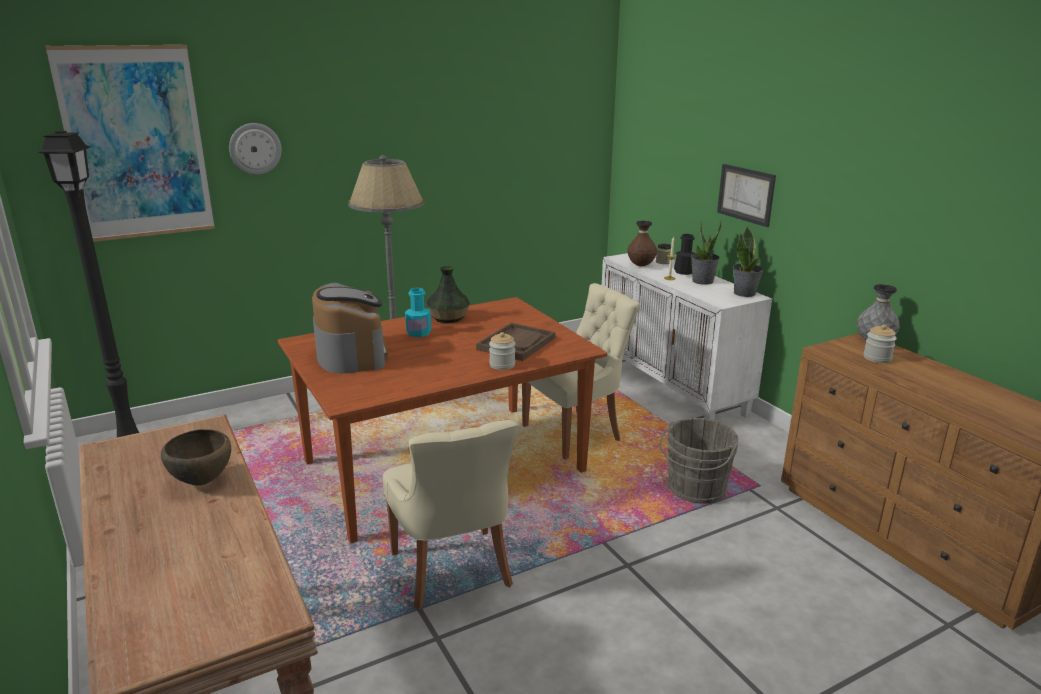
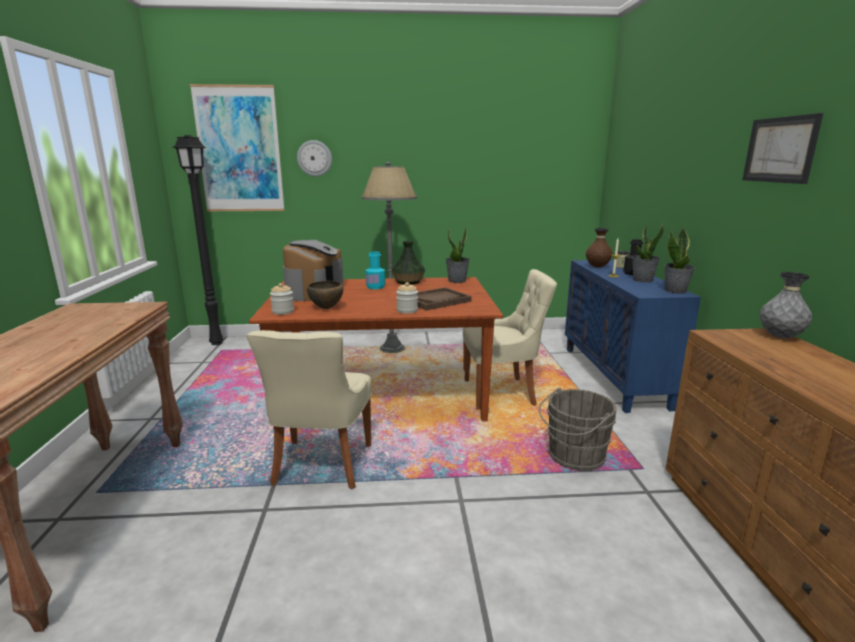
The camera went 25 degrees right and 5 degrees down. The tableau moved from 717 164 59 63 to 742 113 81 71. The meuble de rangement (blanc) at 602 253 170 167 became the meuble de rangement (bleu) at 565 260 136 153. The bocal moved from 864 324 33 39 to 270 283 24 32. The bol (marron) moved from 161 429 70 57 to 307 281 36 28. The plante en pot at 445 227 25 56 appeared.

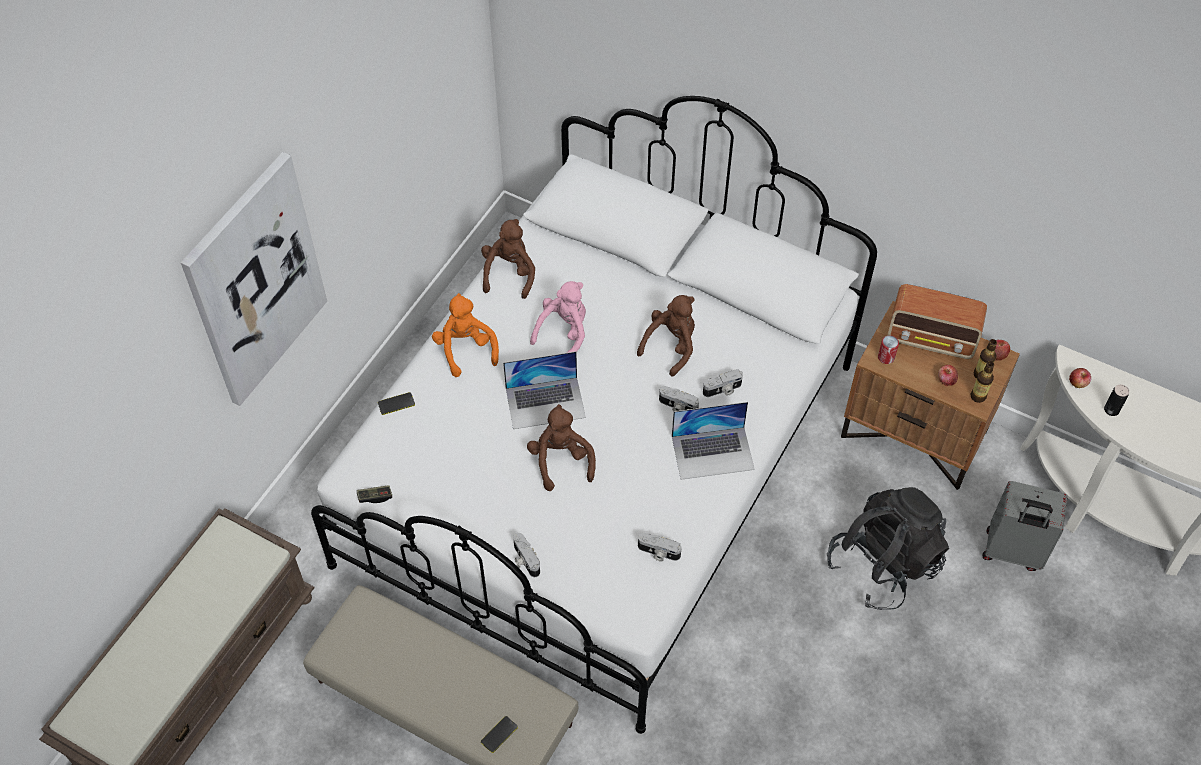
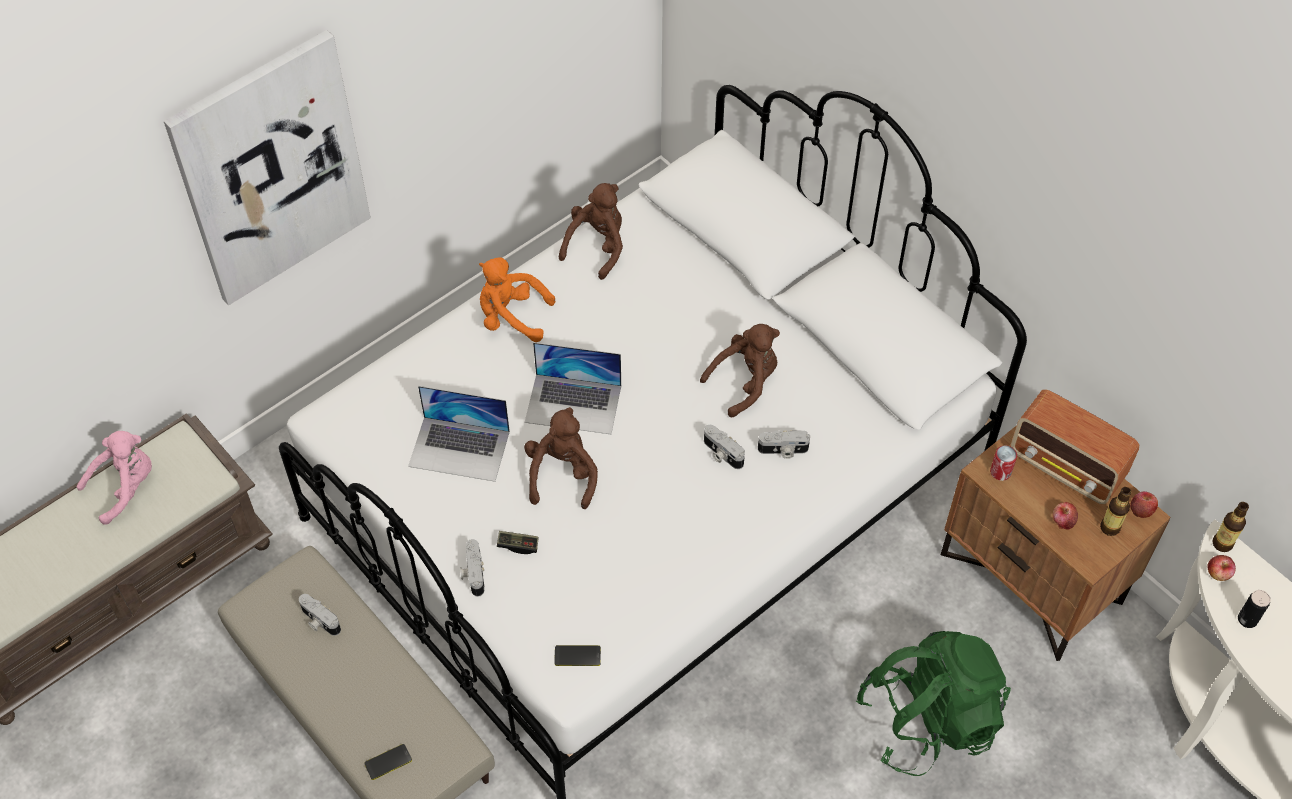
The camera went 20 degrees right and 0 degrees up. The peluche (rose) moved from 530 281 56 72 to 77 431 75 94. The peluche (orange) at 432 293 67 84 turned 75 degrees counterclockwise. The bouteille moved from 970 361 24 42 to 1212 502 37 50. The téléphone moved from 378 392 37 23 to 554 645 47 21. The ordinateur portable moved from 672 402 83 78 to 408 386 102 96. The valise (gris) at 982 481 86 90 disappeared. The manette moved from 357 485 35 18 to 497 531 42 23. The sac à dos (noir) at 827 487 122 123 became the sac à dos (vert) at 856 631 155 145. The appareil photo moved from 638 533 43 28 to 299 594 42 42.

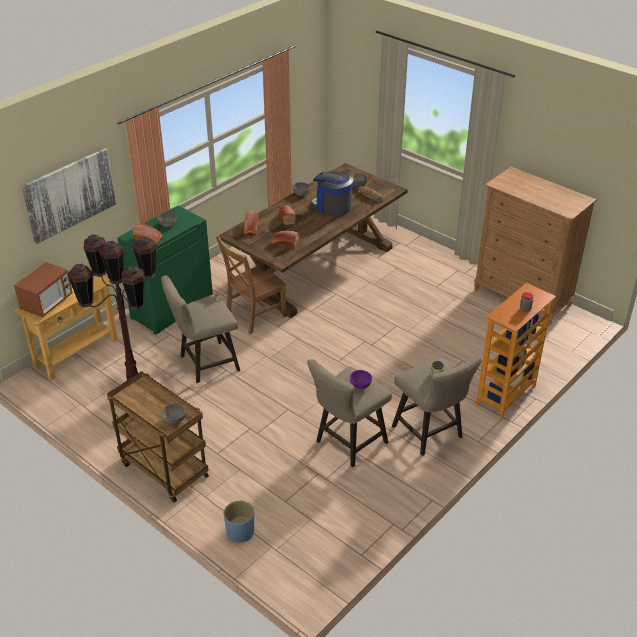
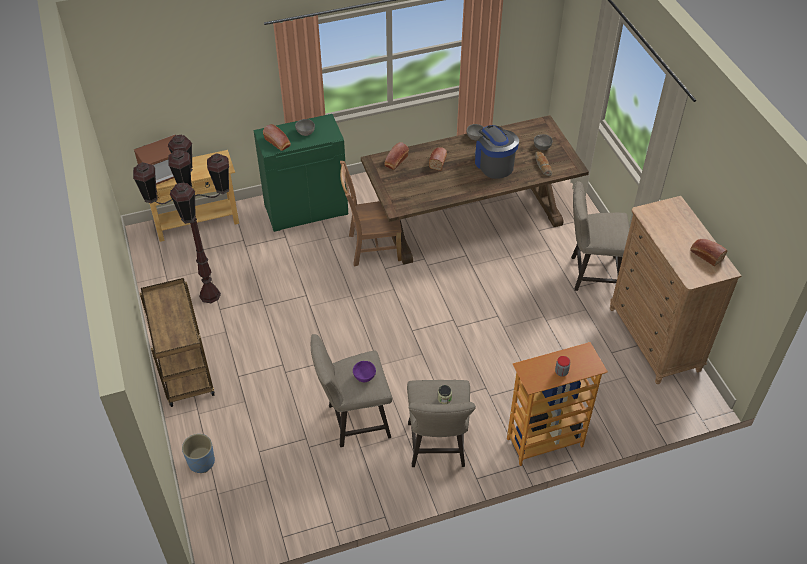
The camera went 30 degrees right and 10 degrees up. The tableau at 22 148 94 96 disappeared. The pain moved from 272 231 27 18 to 690 239 38 27. The tabouret (beige) moved from 161 276 79 107 to 571 181 58 110. The bol (gris) at 162 404 24 20 disappeared.

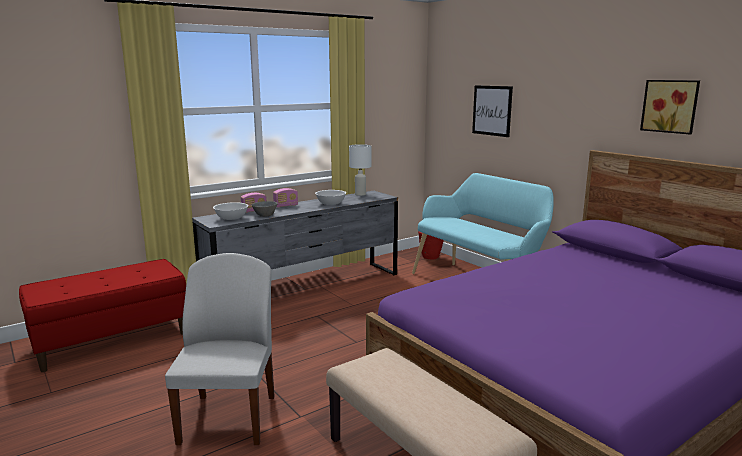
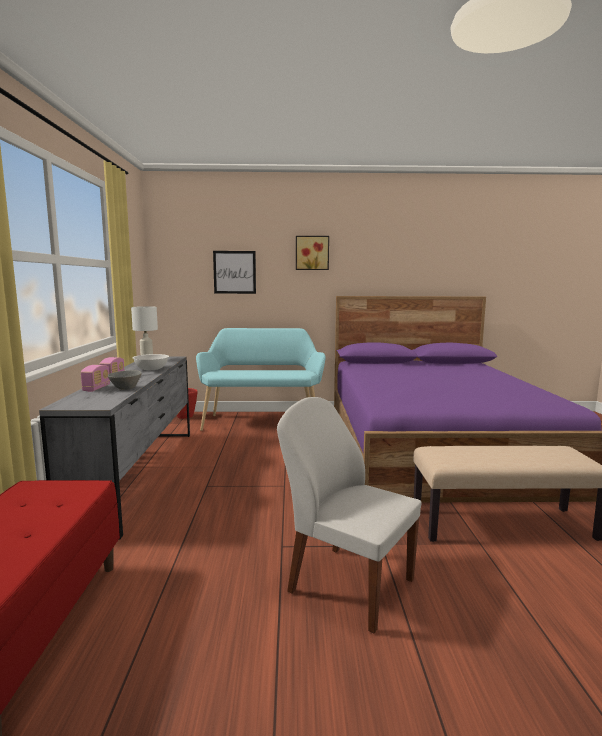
The camera went 55 degrees left and 5 degrees down. The tableau moved from 640 80 60 55 to 296 236 33 34. The bol (blanc) at 213 202 36 18 disappeared.

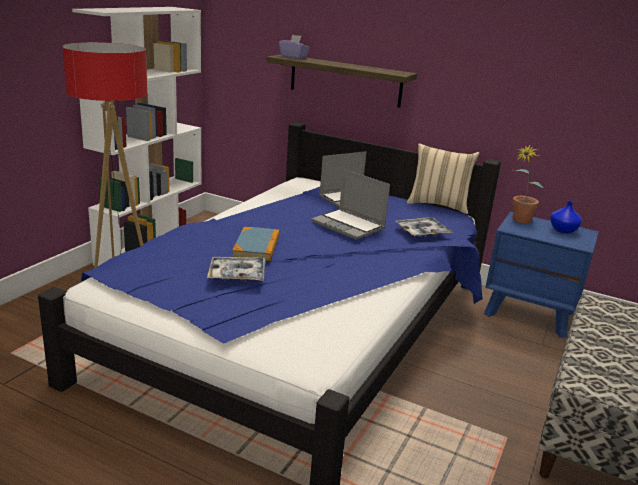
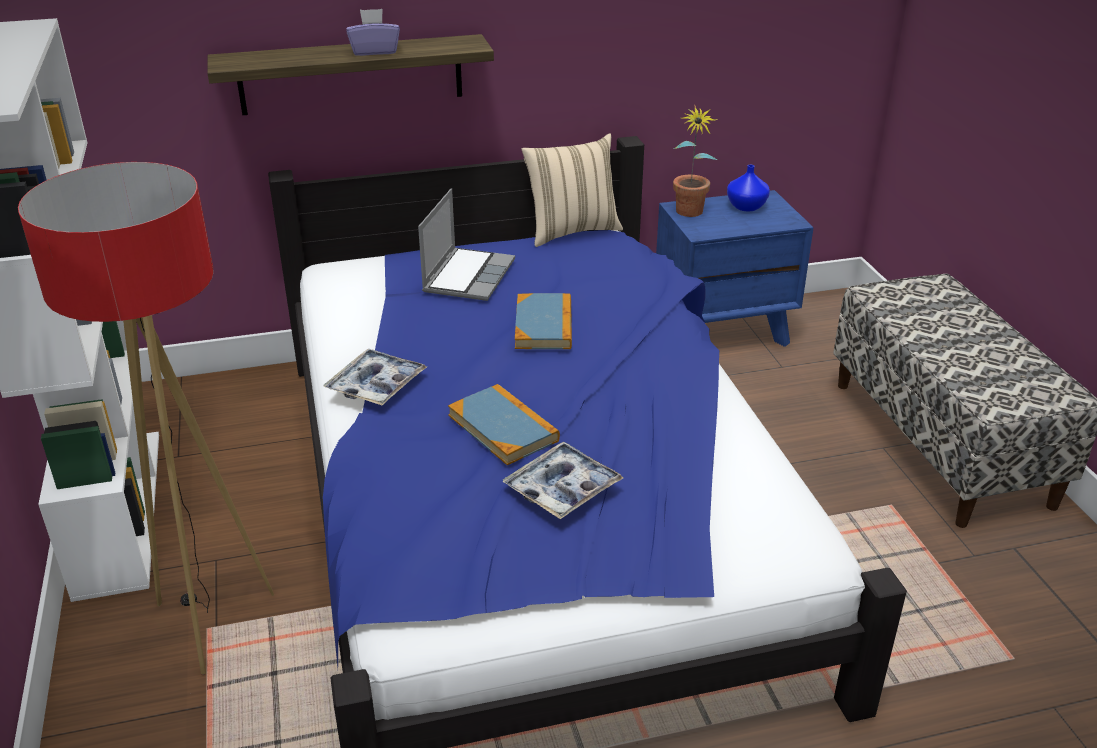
The camera went 40 degrees left and 10 degrees up. The boîte à mouchoirs (violet) moved from 279 35 31 24 to 347 9 53 47. The ordinateur portable at 311 169 79 71 was replaced by the livre at 515 293 57 56. The plateau moved from 396 217 57 20 to 323 349 104 56.

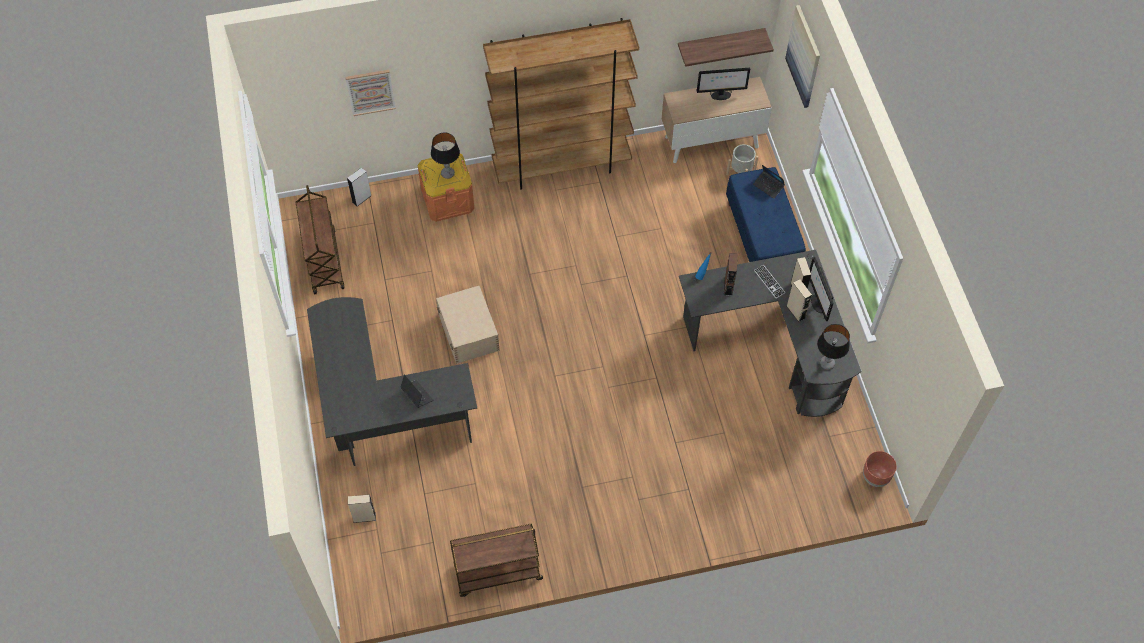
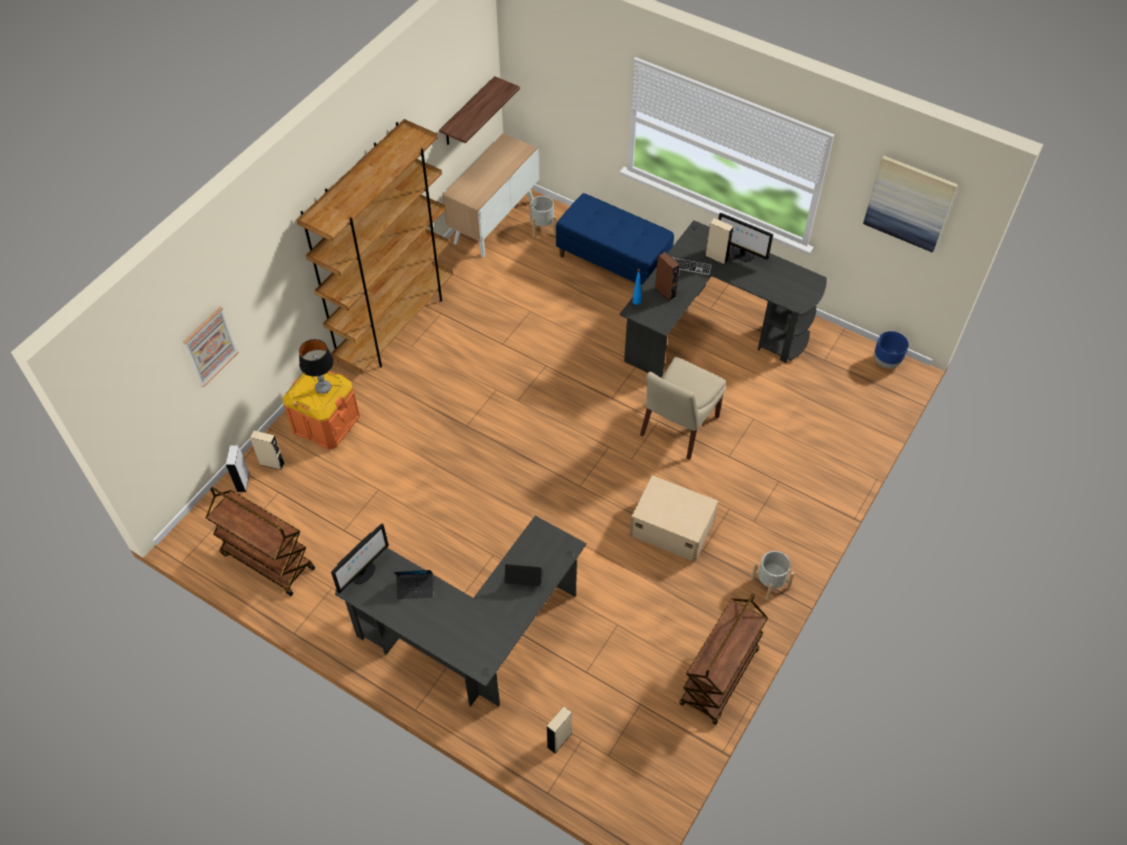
The camera went 45 degrees left and 5 degrees down. The tableau moved from 785 5 35 103 to 863 156 95 97. The écran d'ordinateur moved from 697 68 53 32 to 331 524 58 70. The ordinateur portable moved from 753 165 32 34 to 394 570 39 29. The enceinte (beige) moved from 787 279 25 43 to 250 431 35 39. The boîte de rangement (beige) moved from 436 286 64 78 to 630 475 88 87. The lampe de table at 817 324 33 46 disappeared. The cache-pot (marron) at 863 451 34 36 became the cache-pot (bleu) at 874 331 35 38. The chaise (beige) at 640 357 86 103 appeared. The cache-pot (gris) at 751 551 43 49 appeared.

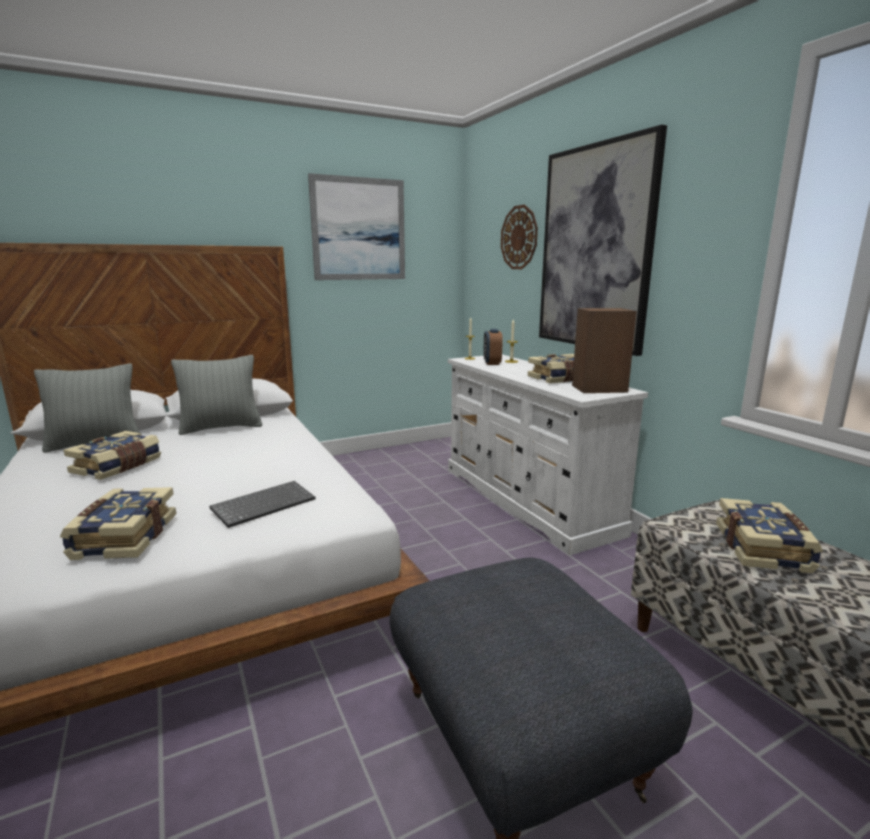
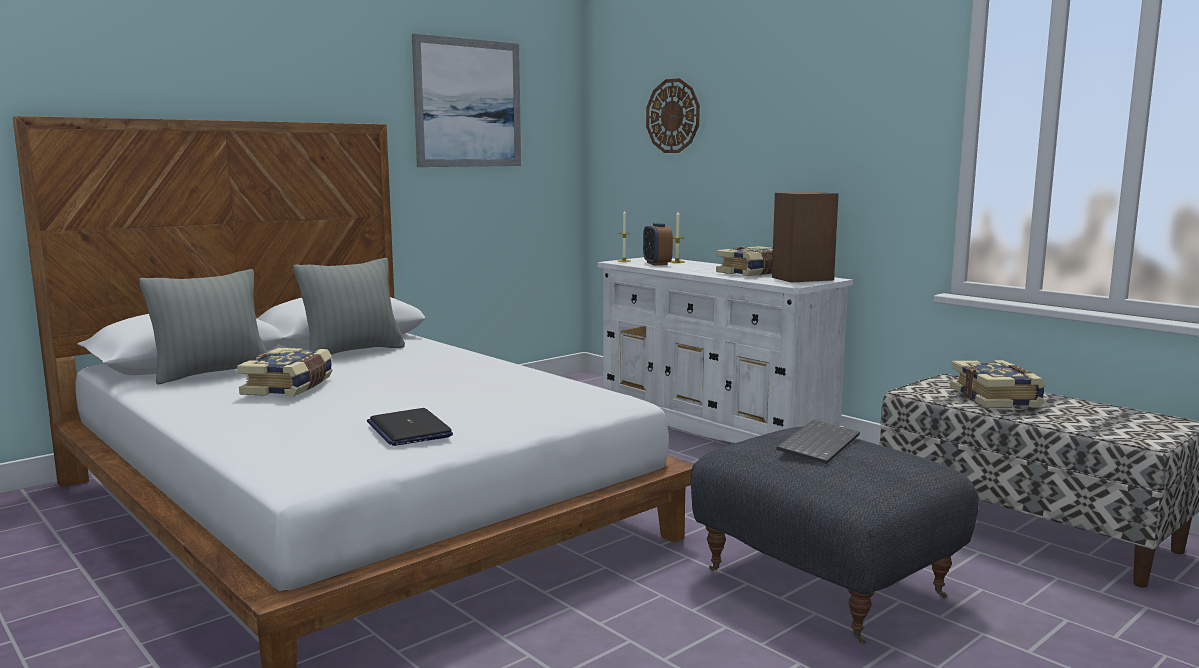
The camera went 15 degrees left and 5 degrees down. The tableau at 539 124 128 232 disappeared. The clavier moved from 209 481 106 47 to 776 420 84 44. The livre at 60 487 116 73 was replaced by the ordinateur portable at 367 408 86 38.

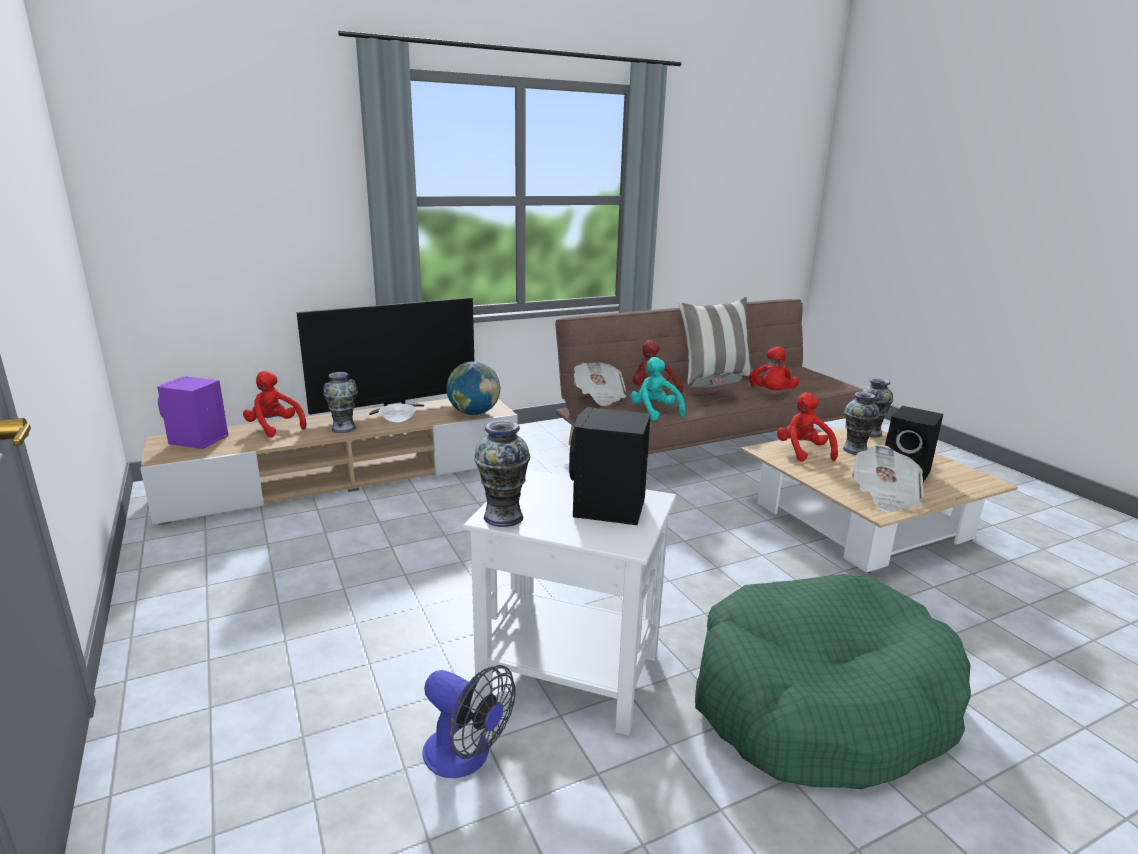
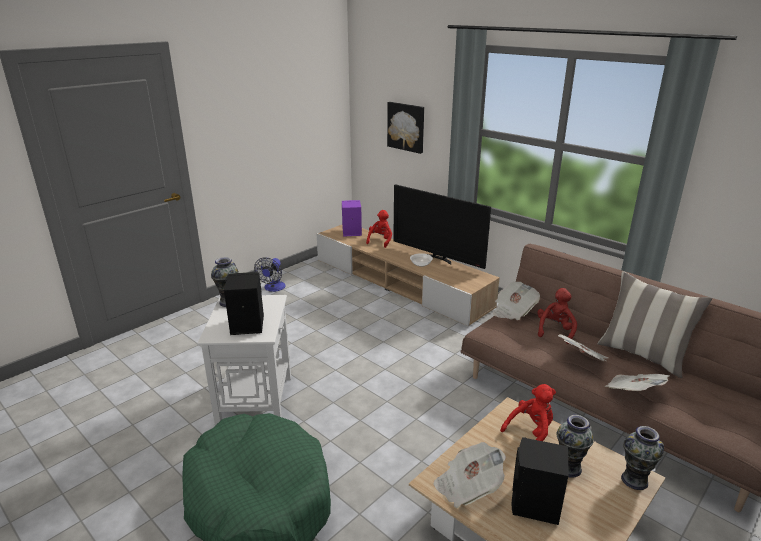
The camera went 70 degrees right and 5 degrees up. The peluche (rouge) at 749 347 50 43 was replaced by the journal at 604 374 66 17. The peluche (turquoise) at 630 357 56 64 disappeared. The globe at 446 362 54 53 disappeared. The vase at 323 372 35 61 disappeared. The ventilateur moved from 422 665 94 113 to 254 257 32 35. The tableau at 387 102 37 52 appeared.

